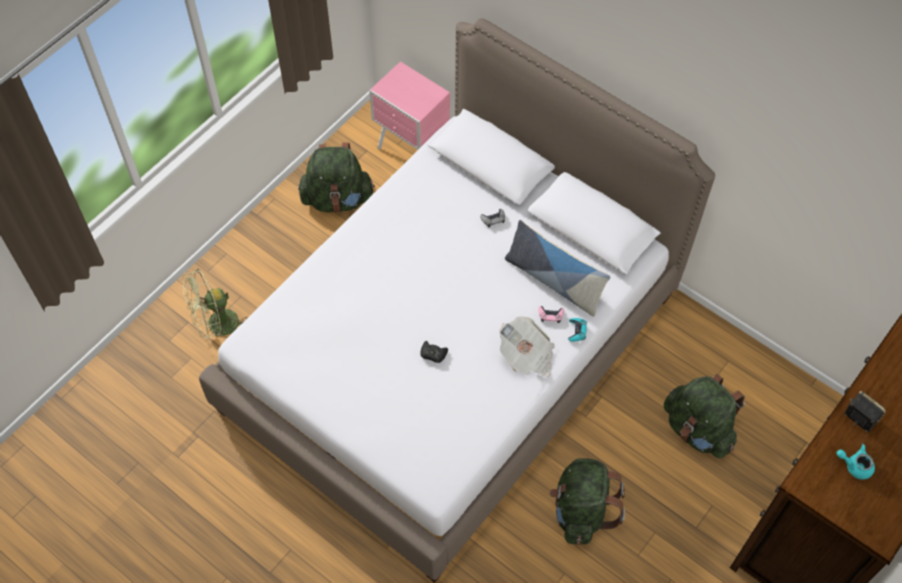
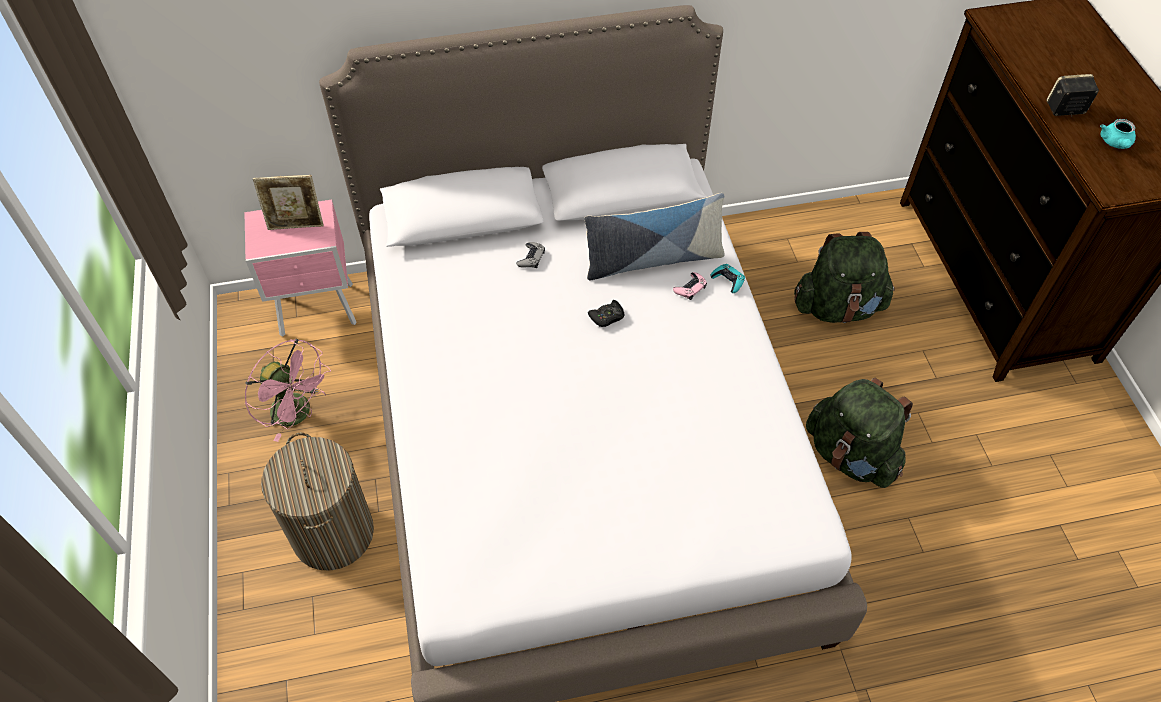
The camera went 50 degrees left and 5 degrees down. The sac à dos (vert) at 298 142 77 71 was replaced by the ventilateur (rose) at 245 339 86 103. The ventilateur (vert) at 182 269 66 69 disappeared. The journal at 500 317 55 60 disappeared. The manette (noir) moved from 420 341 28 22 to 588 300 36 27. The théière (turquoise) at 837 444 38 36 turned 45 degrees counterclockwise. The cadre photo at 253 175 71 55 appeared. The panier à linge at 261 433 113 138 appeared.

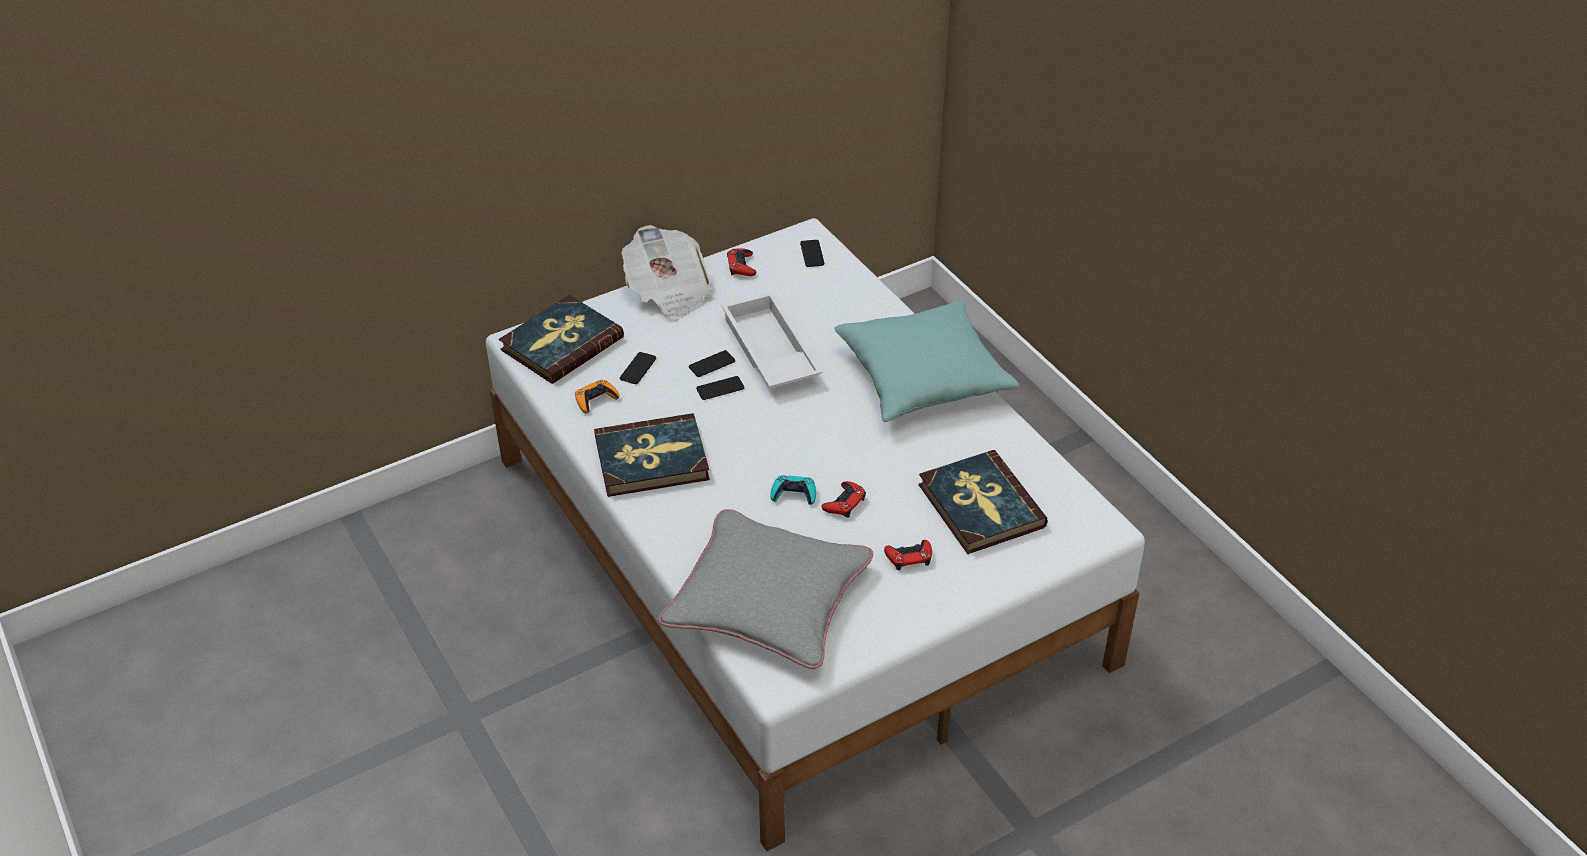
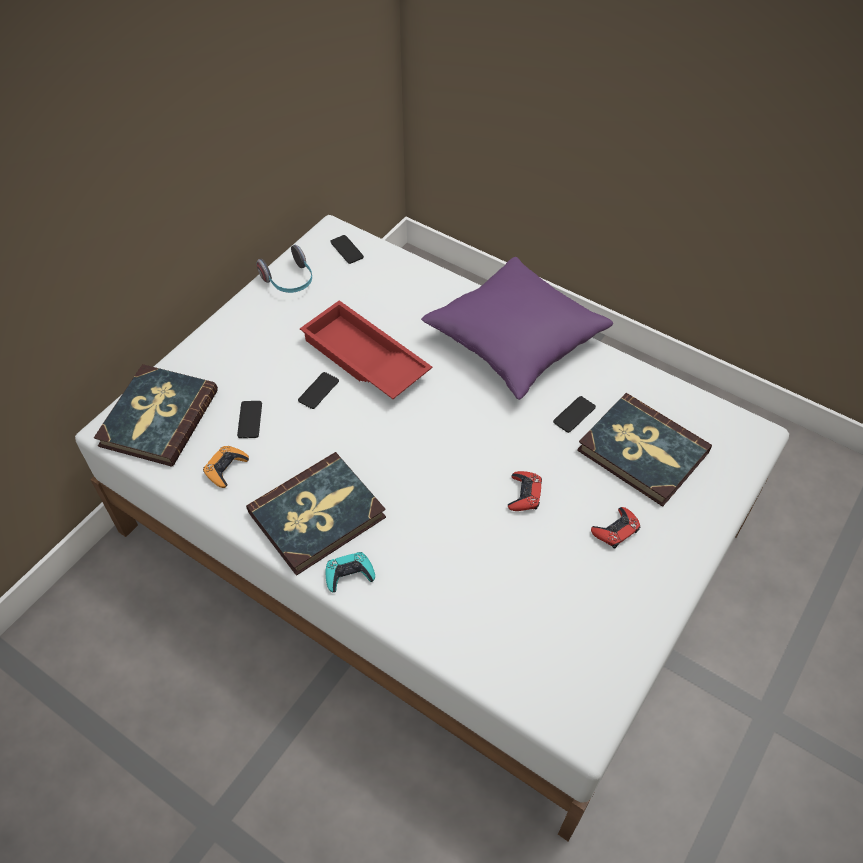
The camera went 25 degrees left and 10 degrees up. The journal at 621 225 91 96 disappeared. The manette (rouge) at 727 248 29 28 was replaced by the casque audio at 257 245 55 48. The plateau (blanc) at 721 292 101 96 became the plateau (rouge) at 300 300 132 99. The coussin (turquoise) at 834 301 185 121 became the coussin (violet) at 421 257 192 143. The téléphone moved from 696 376 48 24 to 553 396 43 37. The manette (turquoise) moved from 770 475 46 30 to 326 552 49 41. The coussin (gris) at 658 509 215 160 disappeared.

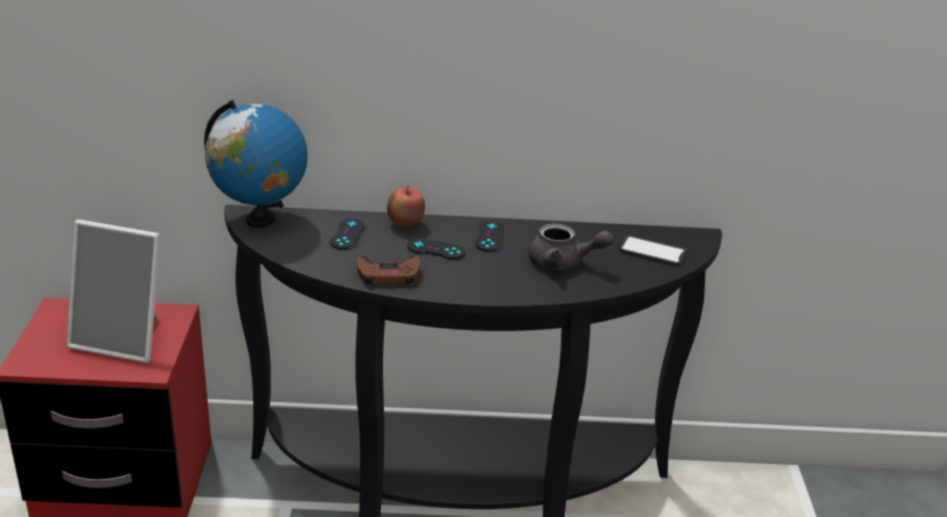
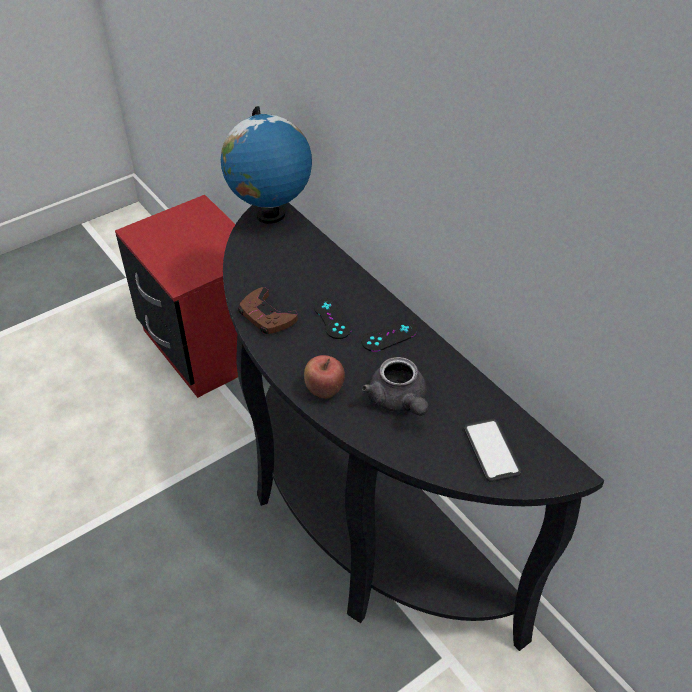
The camera went 55 degrees right and 15 degrees up. The pomme moved from 387 186 38 41 to 304 355 41 43. The cadre photo at 67 219 93 144 disappeared. The manette (noir) at 330 219 35 30 disappeared.

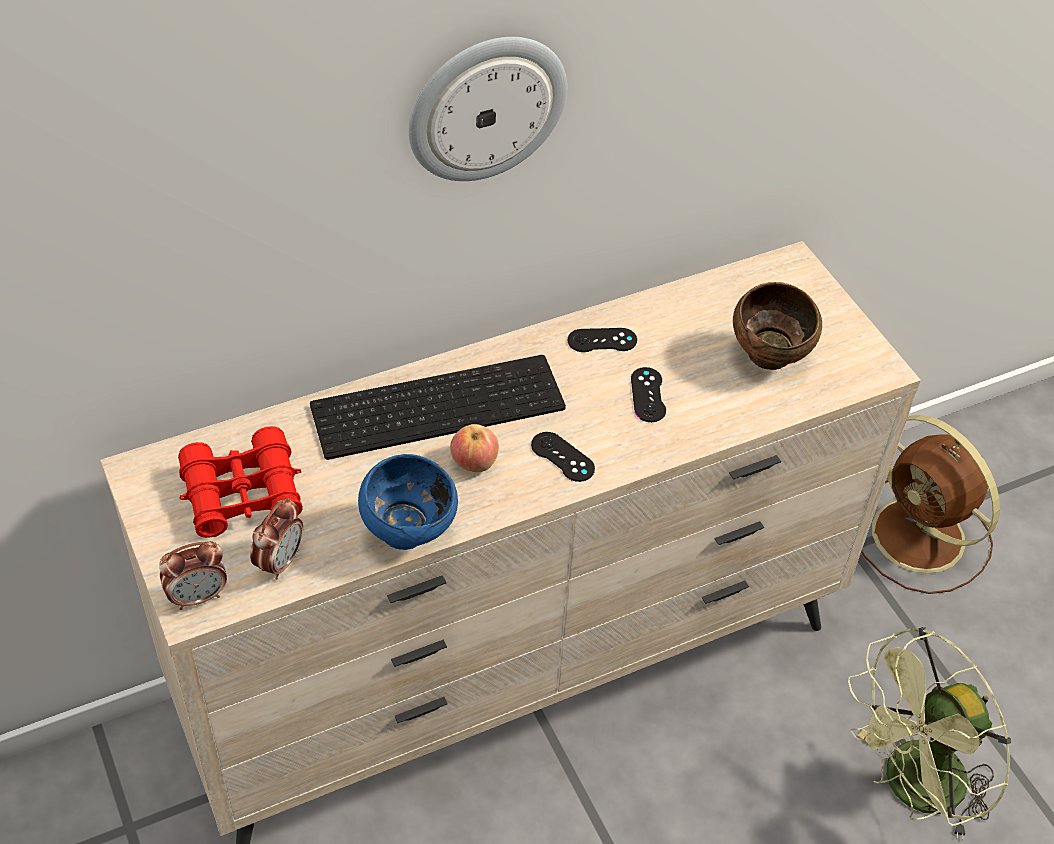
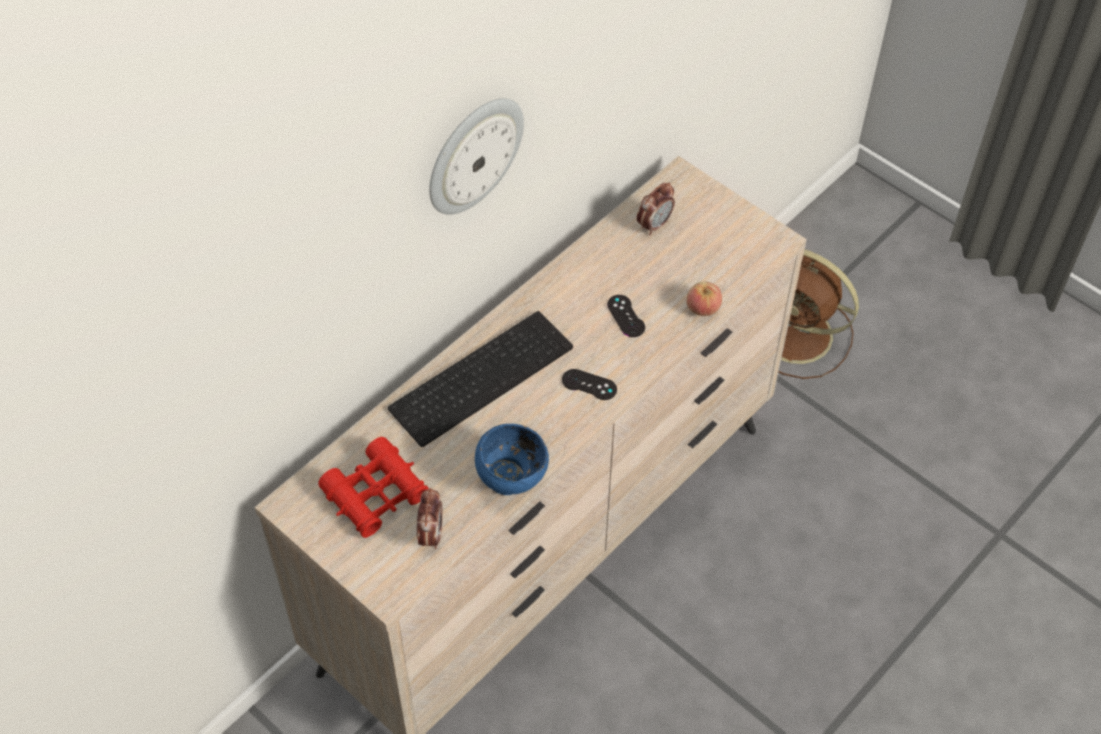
The camera went 20 degrees left and 5 degrees up. The bol (marron) at 733 282 89 88 disappeared. The manette (noir) at 568 328 69 24 disappeared. The pomme moved from 450 424 49 48 to 686 282 36 34. The réveil moved from 159 541 68 69 to 637 182 38 53. The ventilateur (vert) at 848 627 163 214 disappeared.

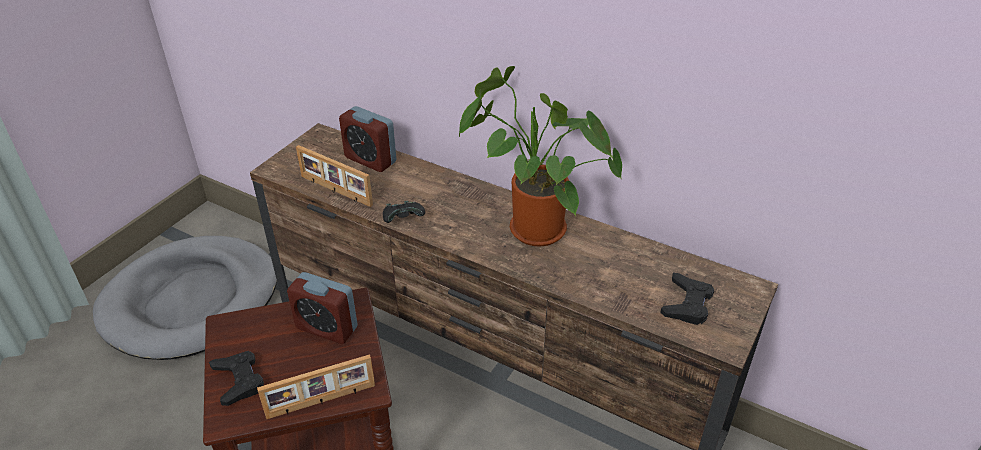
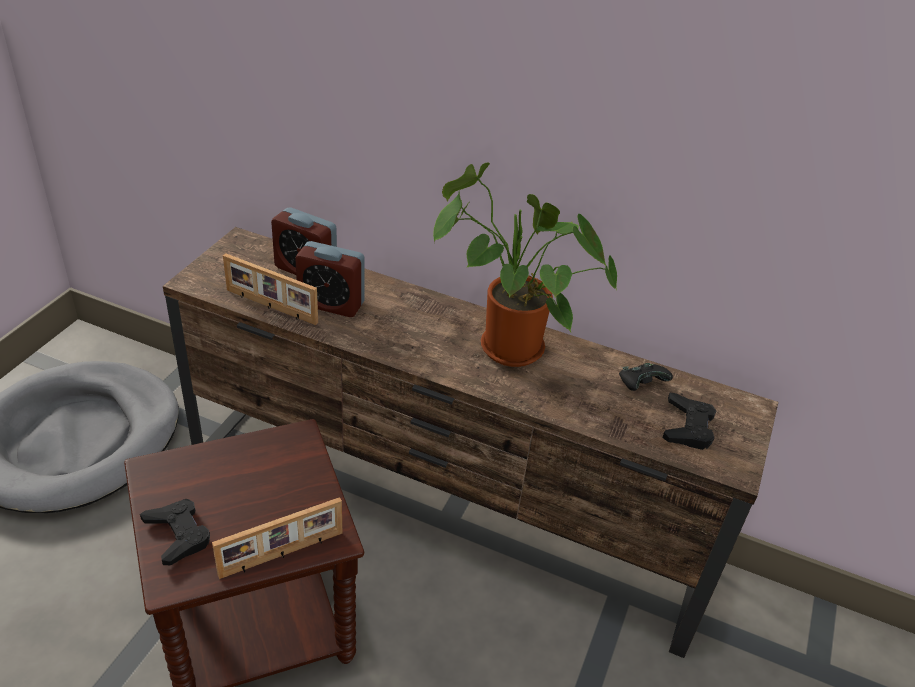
The camera went 10 degrees left and 0 degrees up. The manette (noir) moved from 383 201 42 22 to 619 363 54 28. The réveil moved from 287 272 71 72 to 295 241 70 76.

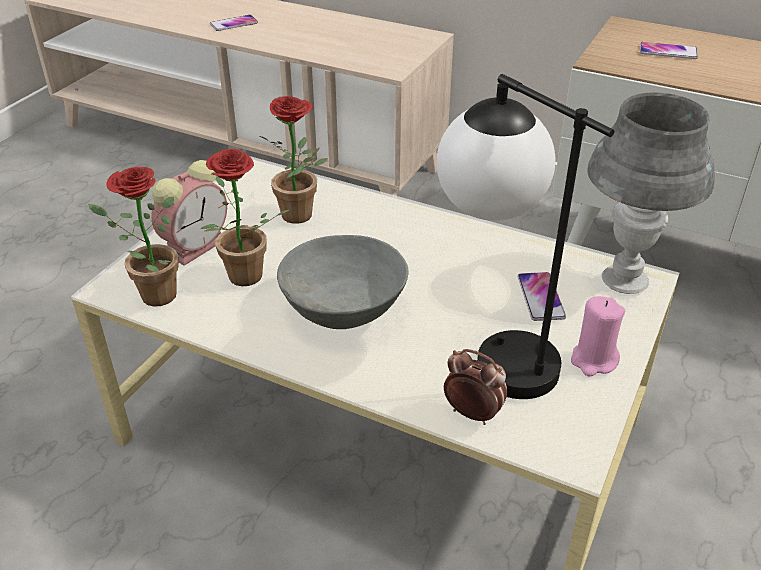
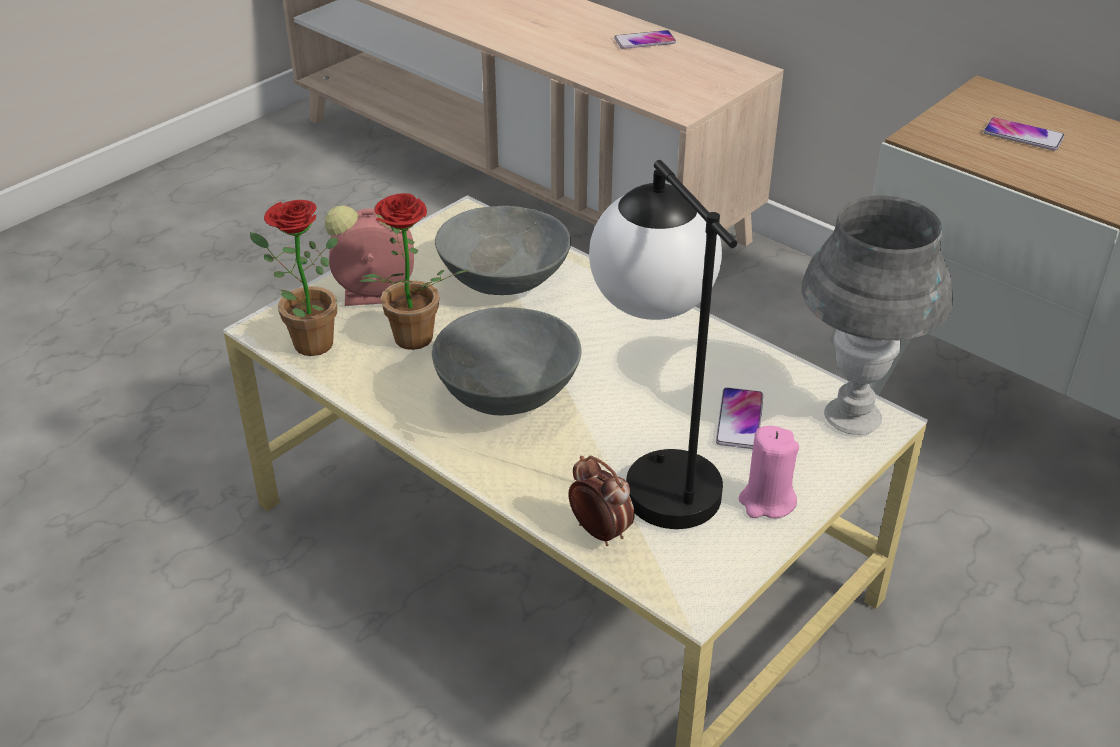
The camera went 15 degrees right and 0 degrees up. The téléphone moved from 210 15 48 16 to 614 30 62 19. The plante en pot at 260 96 68 128 was replaced by the bol (gris) at 435 206 136 89. The réveil at 151 160 76 106 turned 150 degrees counterclockwise.

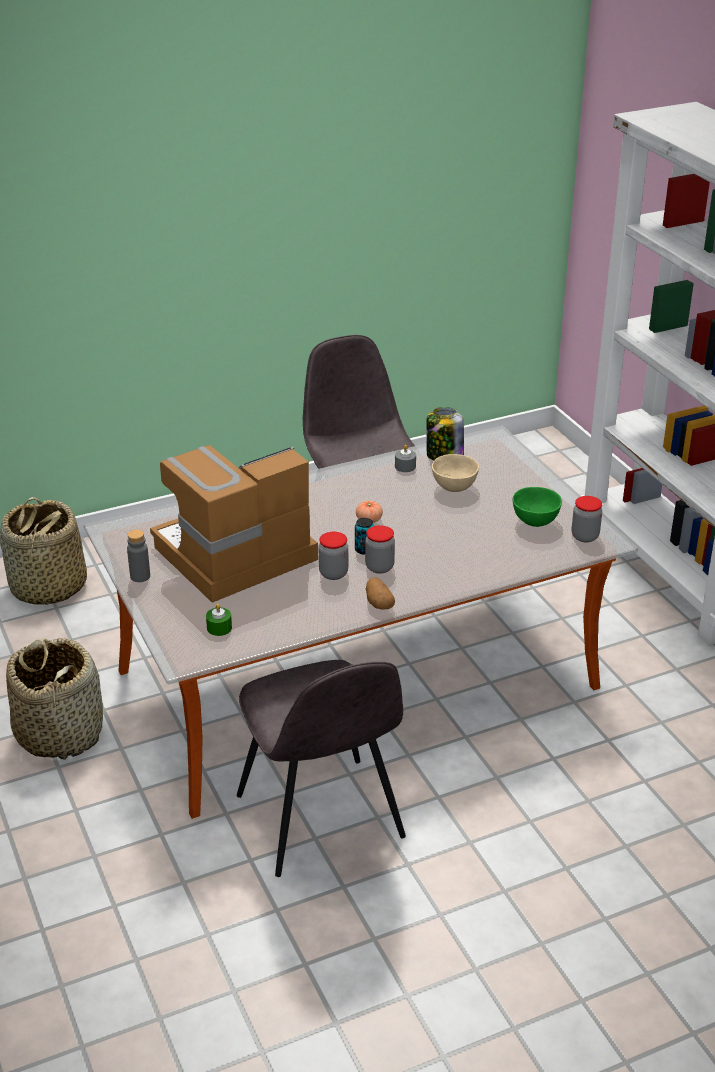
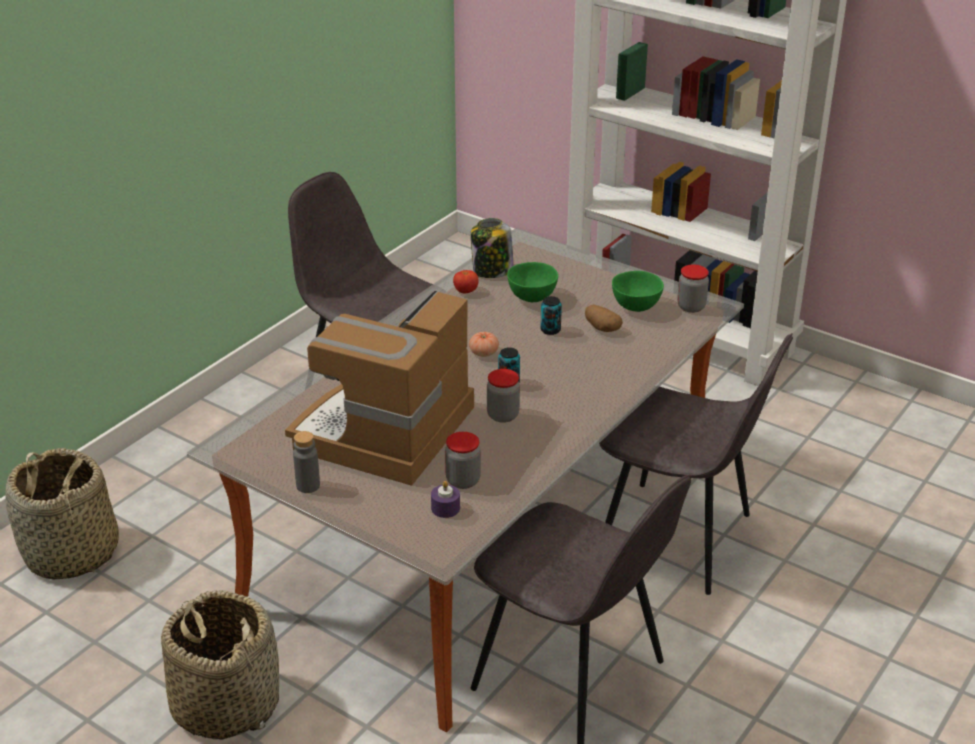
The camera went 30 degrees left and 0 degrees up. The bougie (gris) at 395 445 21 27 was replaced by the tomate at 453 270 26 23. The bol (beige) at 432 454 47 38 became the bol (vert) at 507 262 51 40. The bocal moved from 365 525 30 49 to 445 432 36 57. The pomme de terre moved from 366 577 29 33 to 585 305 38 27. The bougie (vert) at 206 604 26 32 became the bougie (violet) at 431 481 29 37. The boîte métallique at 540 296 22 39 appeared. The chaise (gris) at 599 333 194 262 appeared.

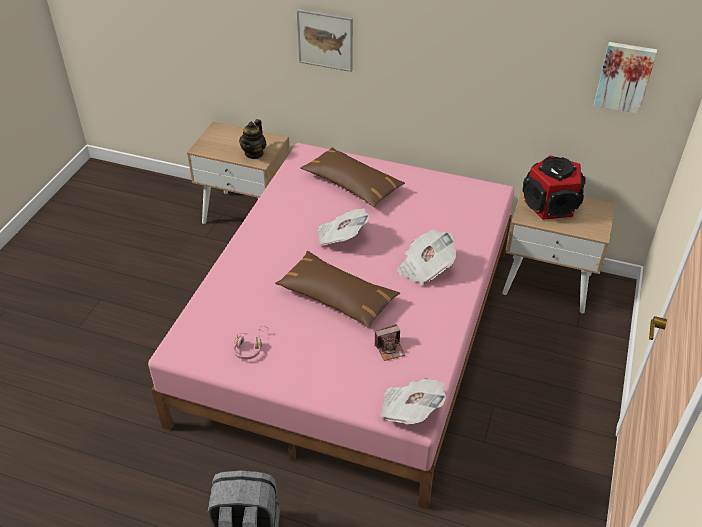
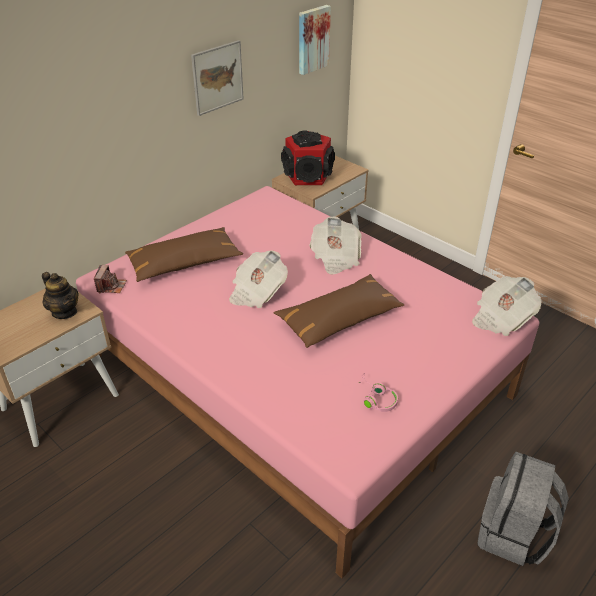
The camera went 65 degrees left and 5 degrees down. The tableau moved from 297 9 56 63 to 191 40 53 76. The appareil photo moved from 374 324 31 37 to 94 265 33 28.

